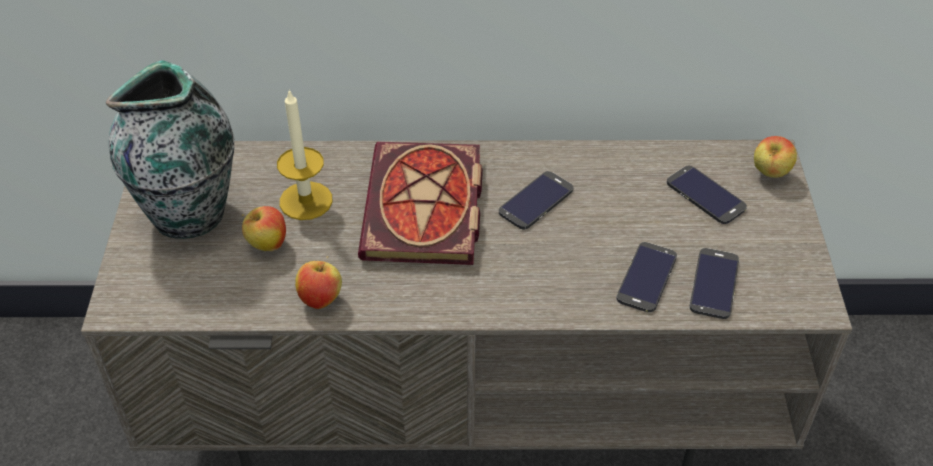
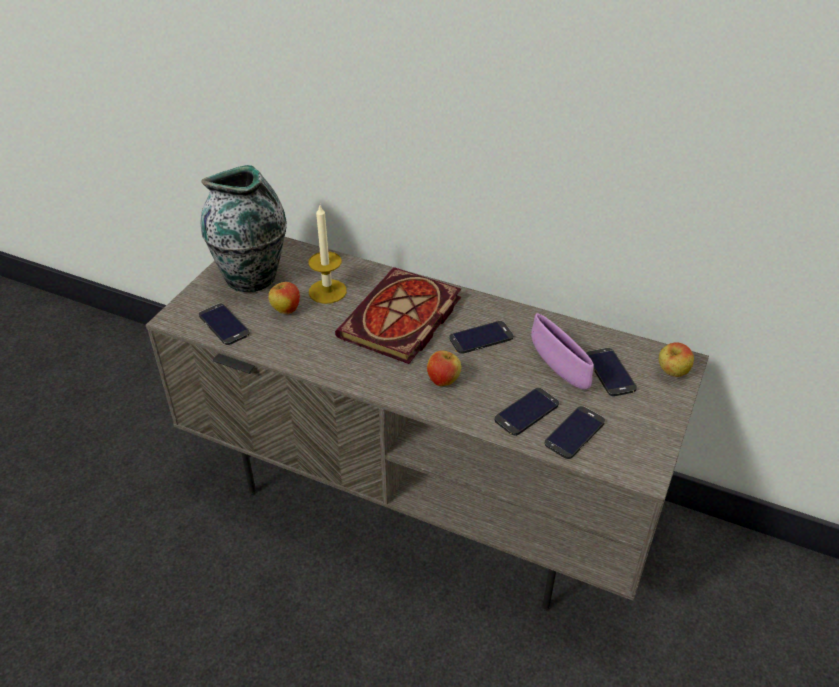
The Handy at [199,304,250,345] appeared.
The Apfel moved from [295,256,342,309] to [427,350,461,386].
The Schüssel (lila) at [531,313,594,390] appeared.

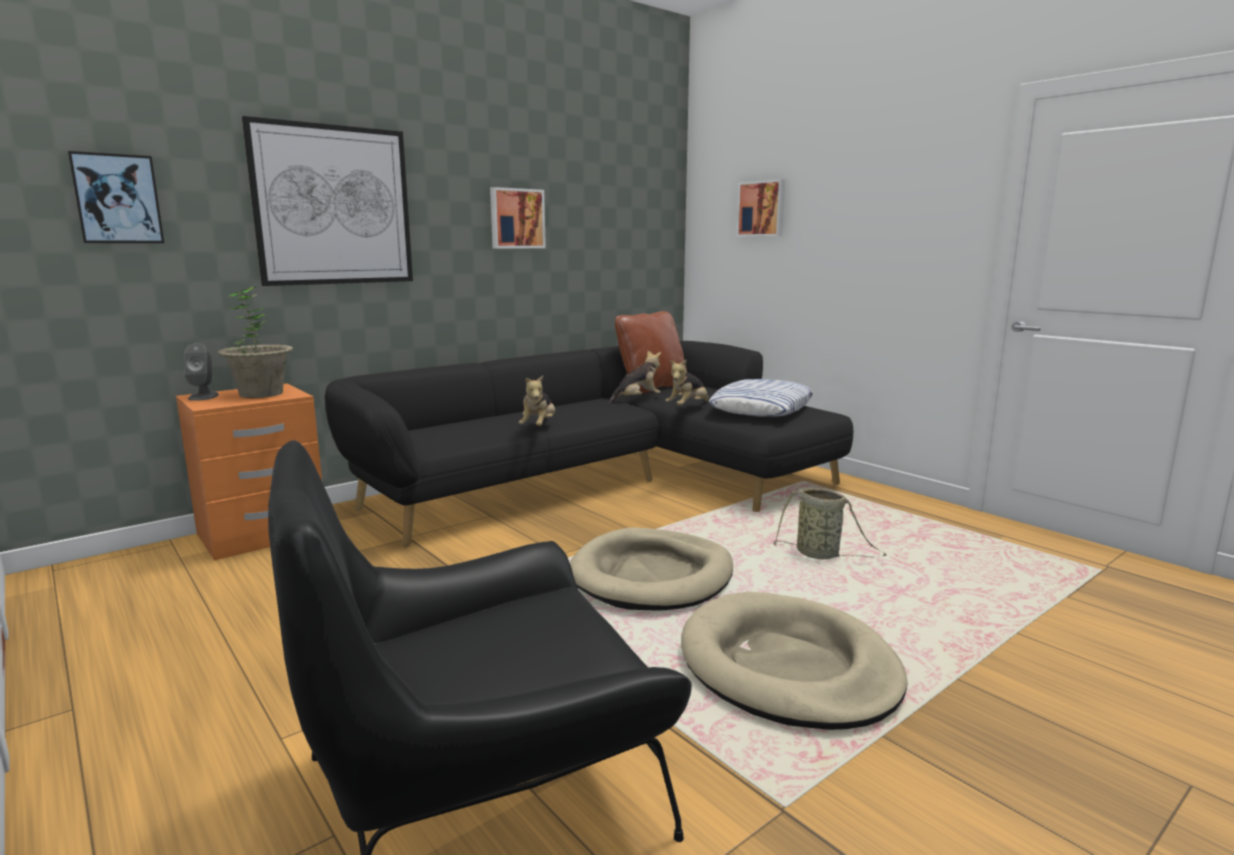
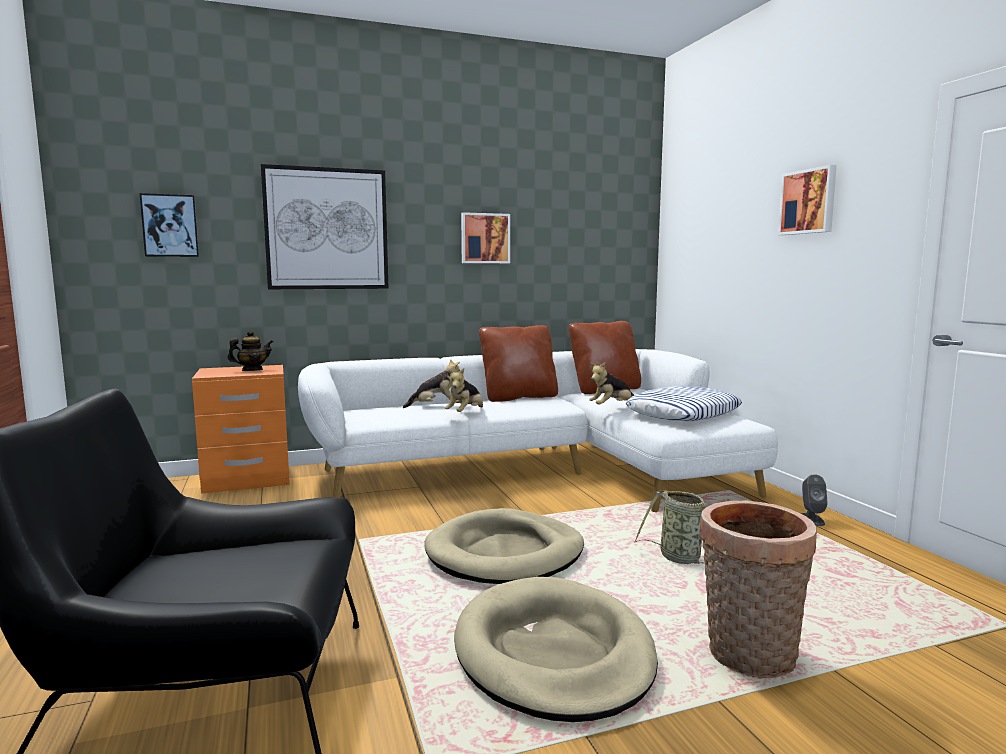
The Topfpflanze at [218,287,293,398] was replaced by the Teekanne at [228,330,273,371].
The Sofa (schwarz) at [325,341,853,547] became the Sofa (weiß) at [298,349,778,512].
The Plüschtier moved from [609,350,661,404] to [403,359,460,408].
The Kissen (braun) at [479,325,558,402] appeared.
The Korb at [700,500,817,678] appeared.
The Bild moved from [736,179,785,237] to [778,165,837,235].
The Lautsprecher (grau) moved from [184,343,219,401] to [800,474,828,526].

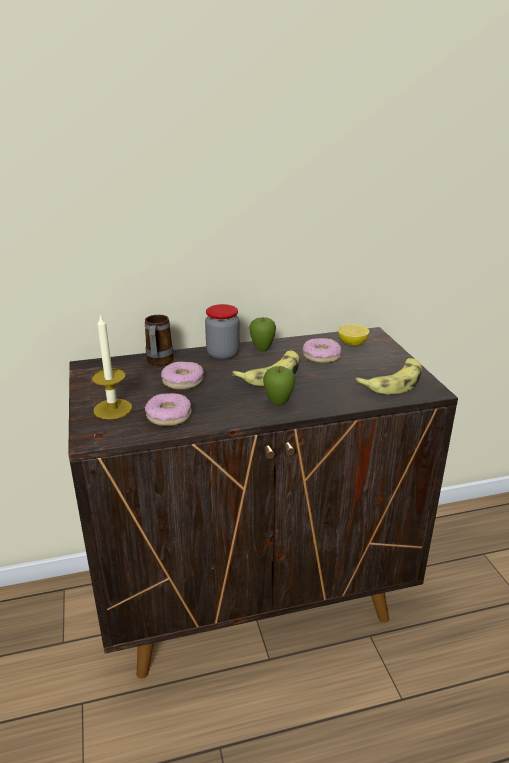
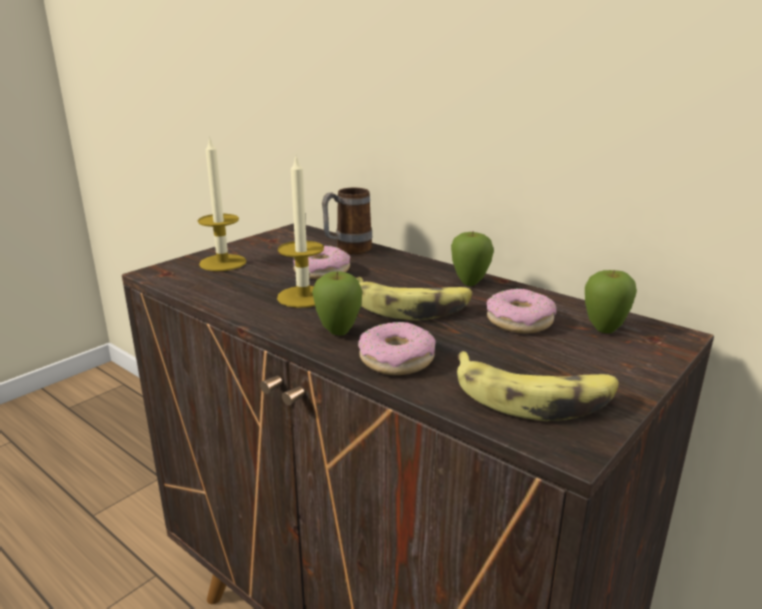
The Kerze at [277,157,324,308] appeared.
The Donut moved from [145,393,192,426] to [358,322,436,375].
The Zitrone at [338,324,369,346] was replaced by the Apfel at [585,270,637,333].
The Vorratsglas at [205,304,240,360] disappeared.

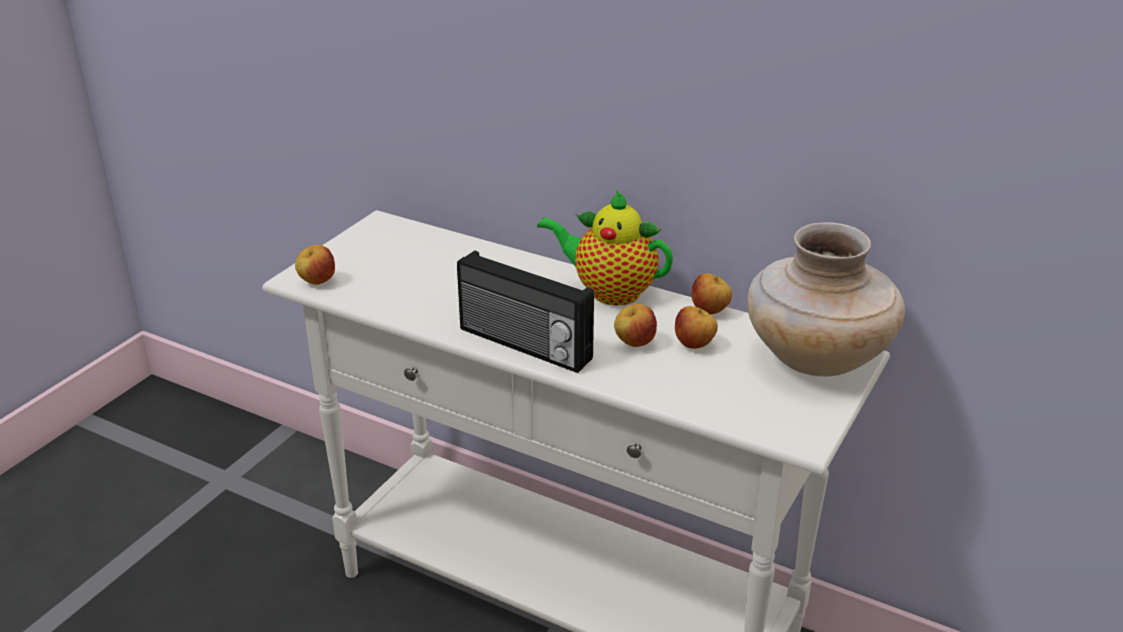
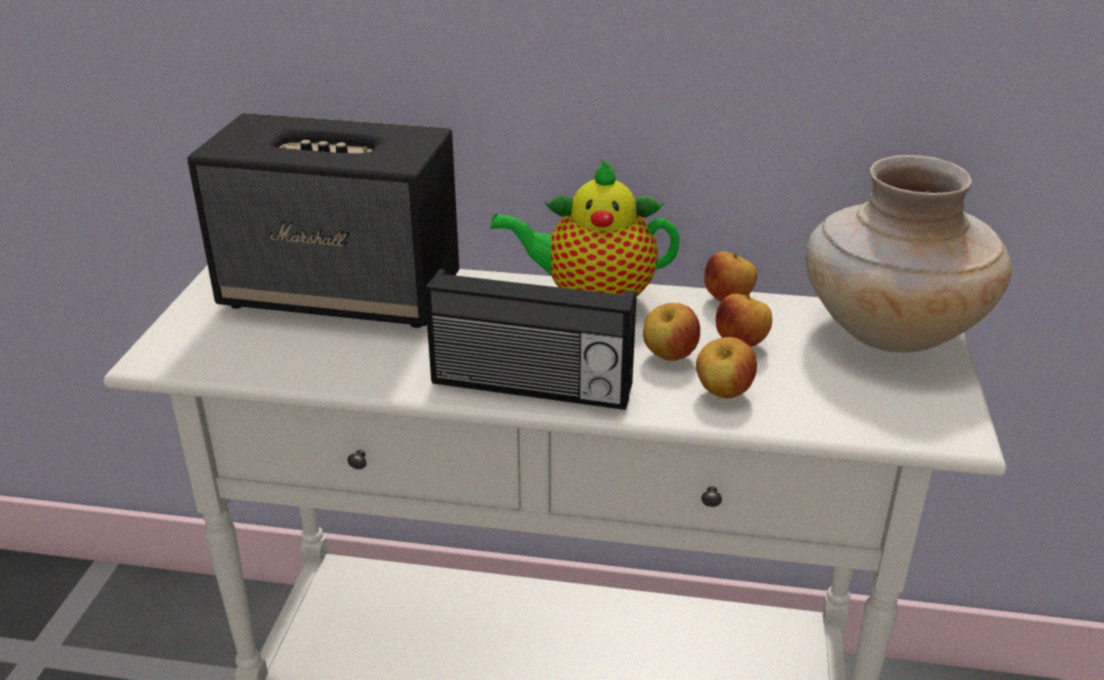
The Lautsprecher at [187,113,459,328] appeared.
The Apfel moved from [295,245,335,285] to [696,337,757,398].

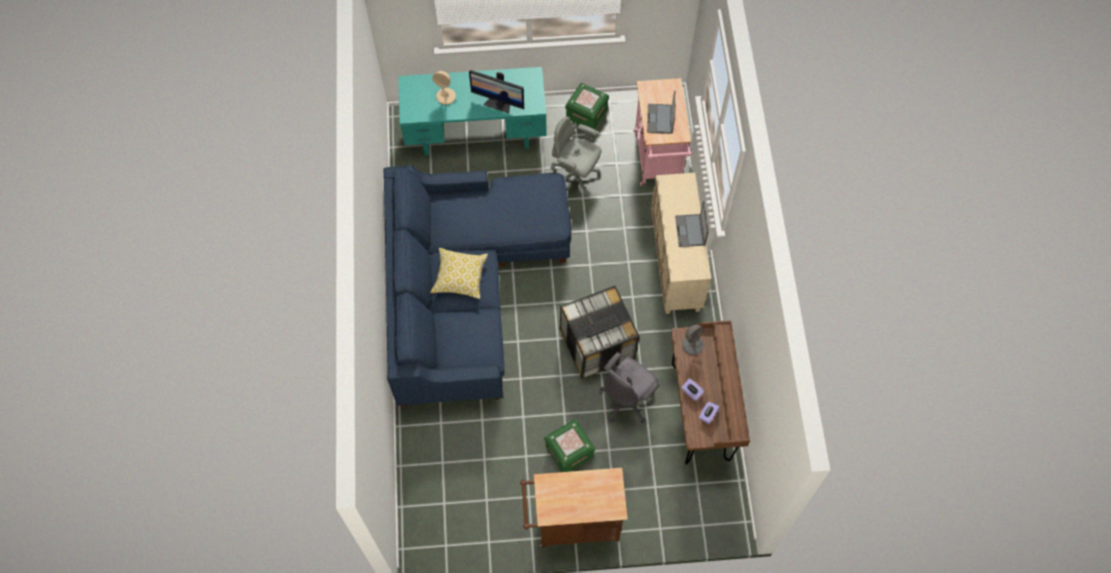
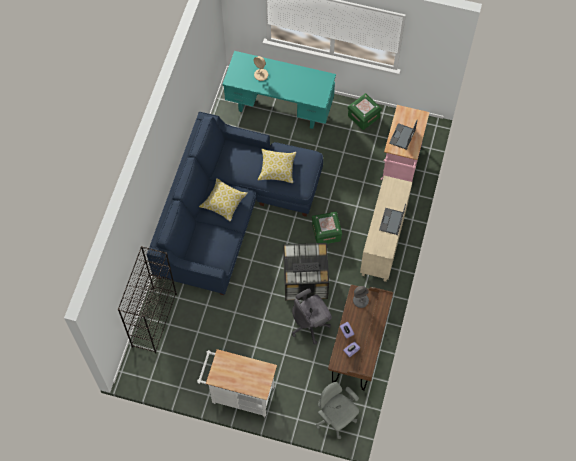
The Bücherregal (schwarz) at [118,246,177,354] appeared.
The Rollwagen (braun) at [520,468,628,548] became the Rollwagen (weiß) at [197,349,277,417].
The Kissen at [258,149,296,183] appeared.
The Aufbewahrungsbox (grün) moved from [544,419,595,472] to [312,212,342,244].
The Bürostuhl (grau) moved from [550,117,602,196] to [316,382,359,439].
The Monitor at [469,70,524,113] disappeared.

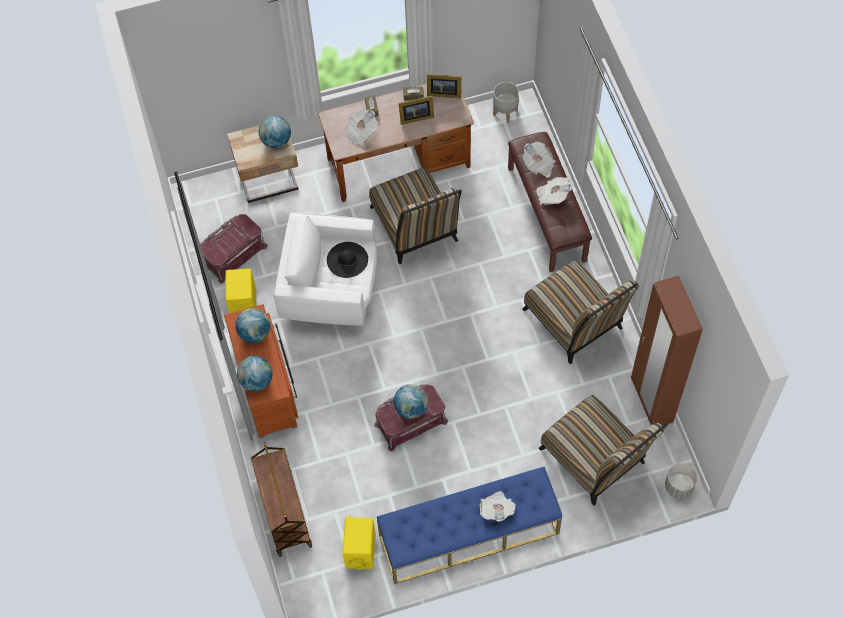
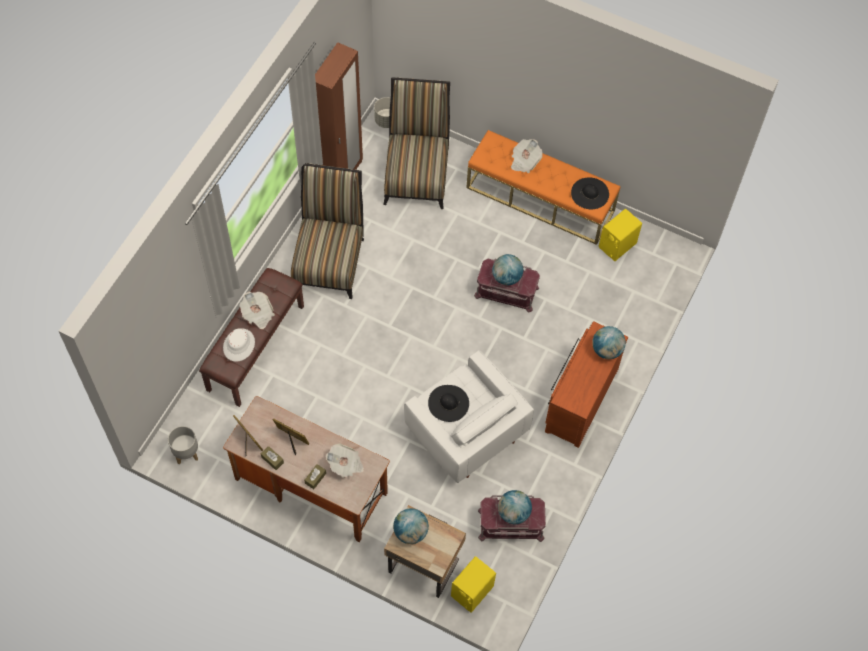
The Zeitung at [523,142,555,177] was replaced by the Hut (weiß) at [223,328,255,362].
The Lautsprecher (gelb) moved from [225,268,256,314] to [451,556,496,613].
The Bank (blau) at [377,467,562,584] became the Bank (orange) at [467,130,620,245].
The Globus moved from [235,308,270,343] to [498,490,532,524].
The Hut (schwarz) at [571,178,609,209] appeared.
The Rollwagen (braun) at [251,443,312,557] disappeared.
The Stuhl at [369,168,462,264] disappeared.

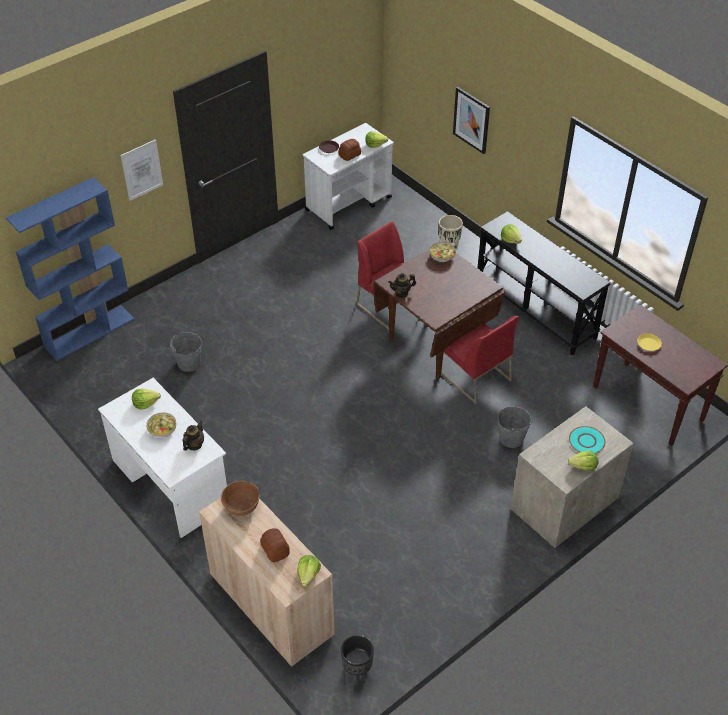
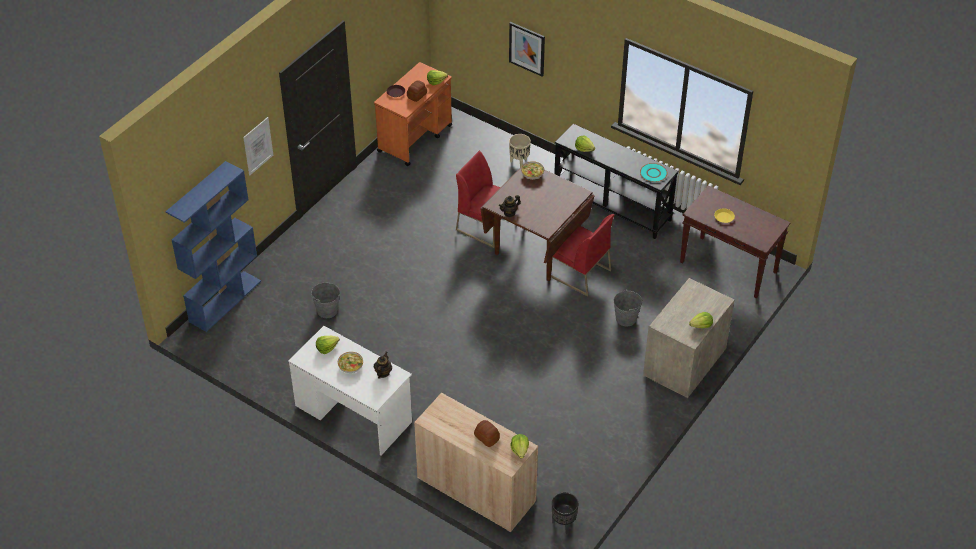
The Rollwagen (weiß) at [303,123,394,230] became the Rollwagen (orange) at [374,62,452,166].
The Teller (türkis) moved from [569,426,606,454] to [640,163,668,182].
The Schüssel (braun) at [221,481,260,516] disappeared.

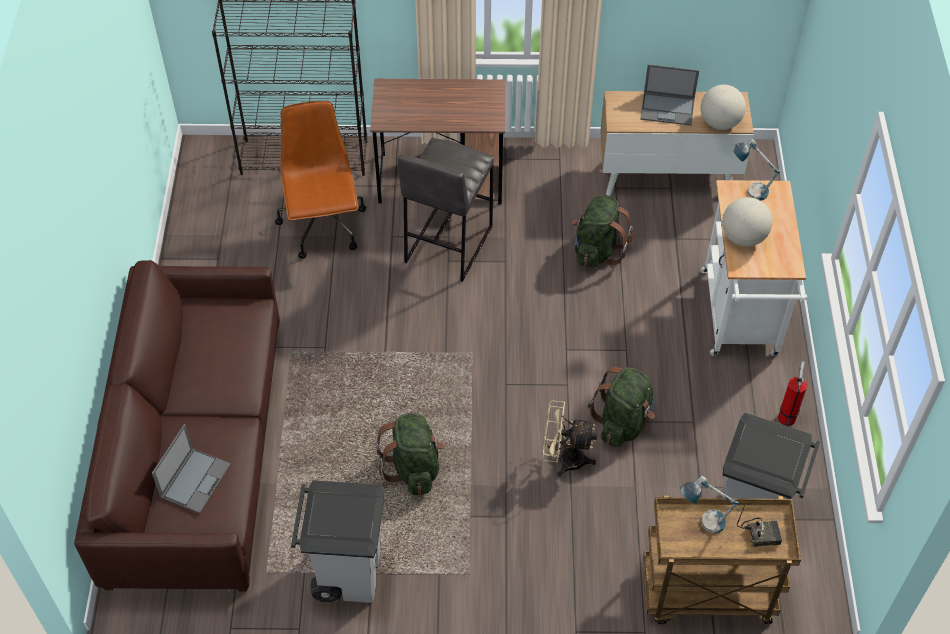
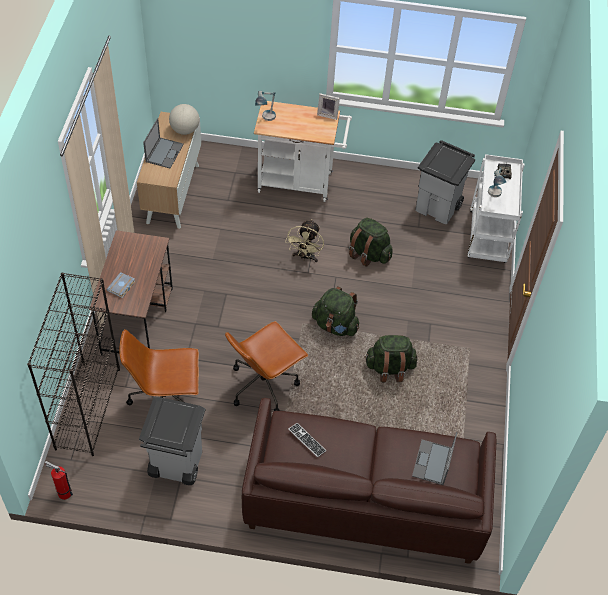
The Feuerlöscher moved from [778,361,807,426] to [45,461,73,500].
The Buch (grau) at [106,272,135,298] appeared.
The Mülleimer (grau) moved from [291,480,384,603] to [139,397,206,485].
The Bürostuhl (braun) at [225,321,308,411] appeared.
The Ventilator (beige) moved from [543,400,598,477] to [285,219,324,262].
The Tastatur at [288,423,326,457] appeared.
The Rucksack (grün) moved from [572,195,633,268] to [312,286,359,336].
The Bilderrahmen at [317,93,340,120] appeared.
The Laptop at [152,424,231,513] turned 105 degrees counterclockwise.
The Rollwagen (braun) at [643,495,801,624] became the Rollwagen (weiß) at [467,154,525,263].
The Hocker (grau) at [398,138,494,282] disappeared.
The Globus at [722,197,772,247] disappeared.

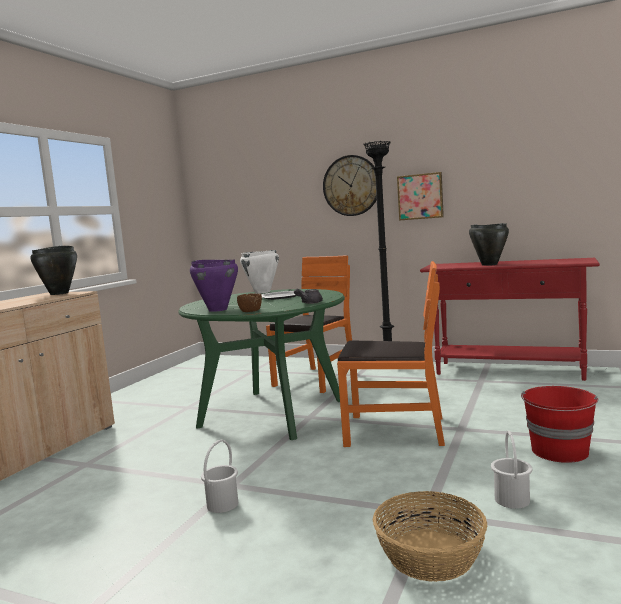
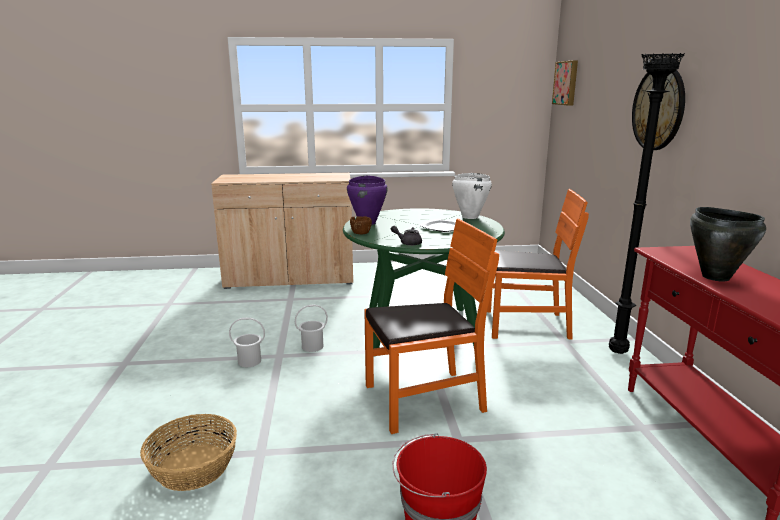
The Eimer (weiß) moved from [491,431,532,509] to [295,305,328,352].
The Stuhl (orange) at [337,261,445,447] turned 90 degrees counterclockwise.
The Bild moved from [397,172,444,220] to [552,60,578,106].
The Kochtopf (schwarz) at [31,246,77,295] disappeared.

